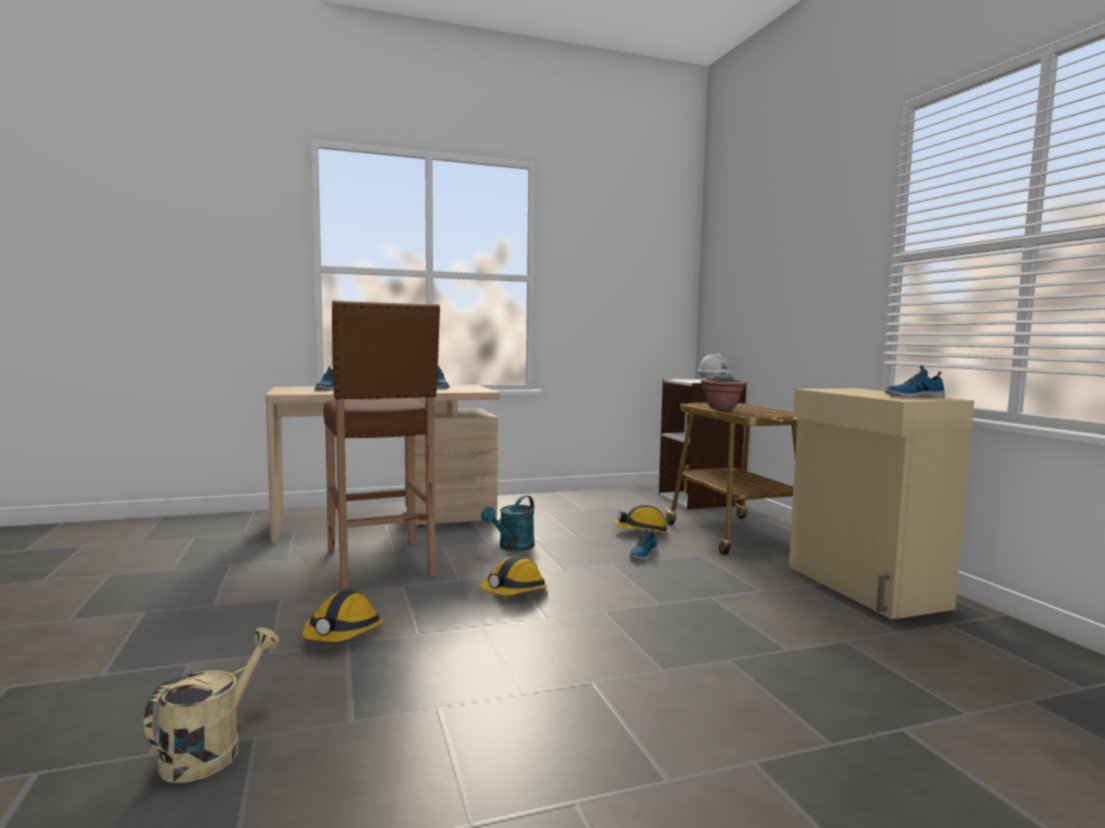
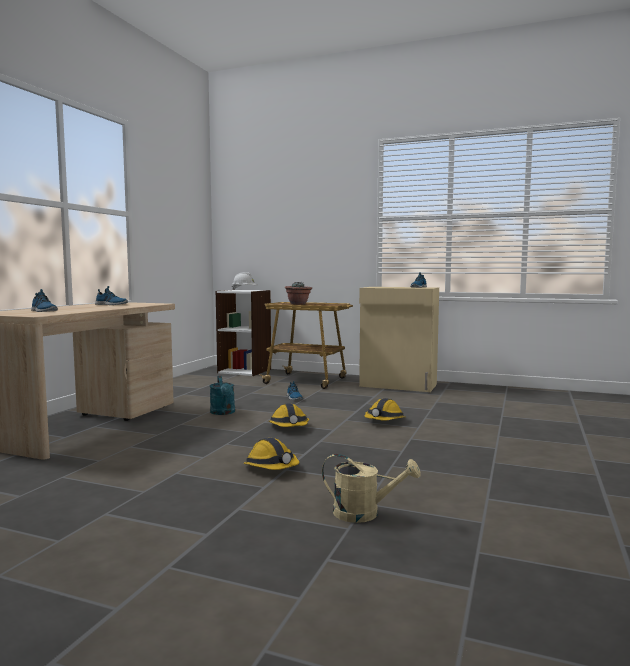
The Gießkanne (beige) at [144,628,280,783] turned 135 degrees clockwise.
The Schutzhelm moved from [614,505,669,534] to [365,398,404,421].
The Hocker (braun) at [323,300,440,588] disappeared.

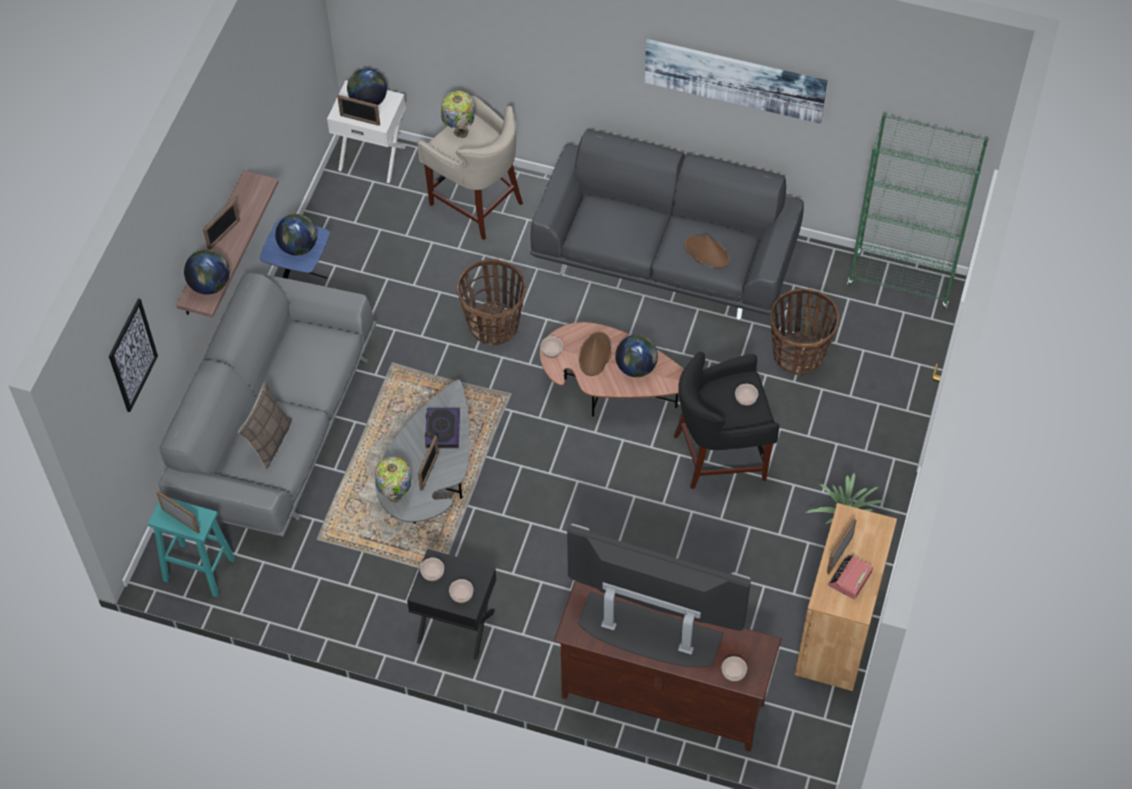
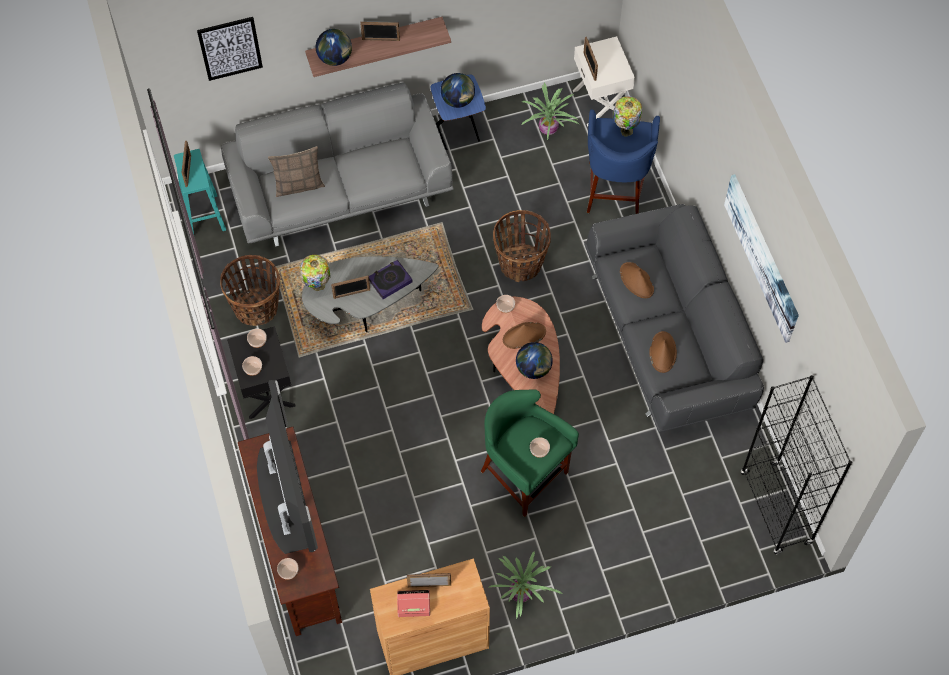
The Korb moved from [770,289,839,376] to [220,255,280,326].
The Hocker (schwarz) at [673,352,780,489] became the Hocker (grün) at [481,390,579,517].
The Topfpflanze at [521,83,579,140] appeared.
The Hocker (beige) at [417,96,523,240] became the Hocker (blau) at [587,109,660,214].
The Hut (braun) at [620,262,654,298] appeared.
The Bücherregal (grün) at [847,113,989,309] became the Bücherregal (schwarz) at [741,375,852,555].
The Globus at [347,68,387,105] disappeared.

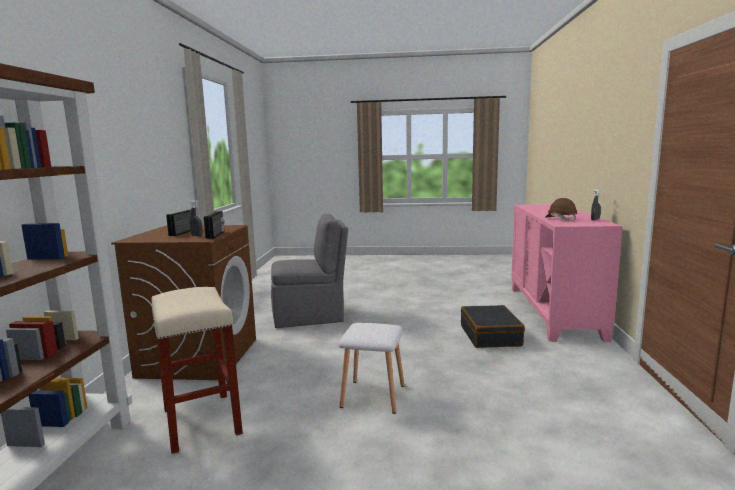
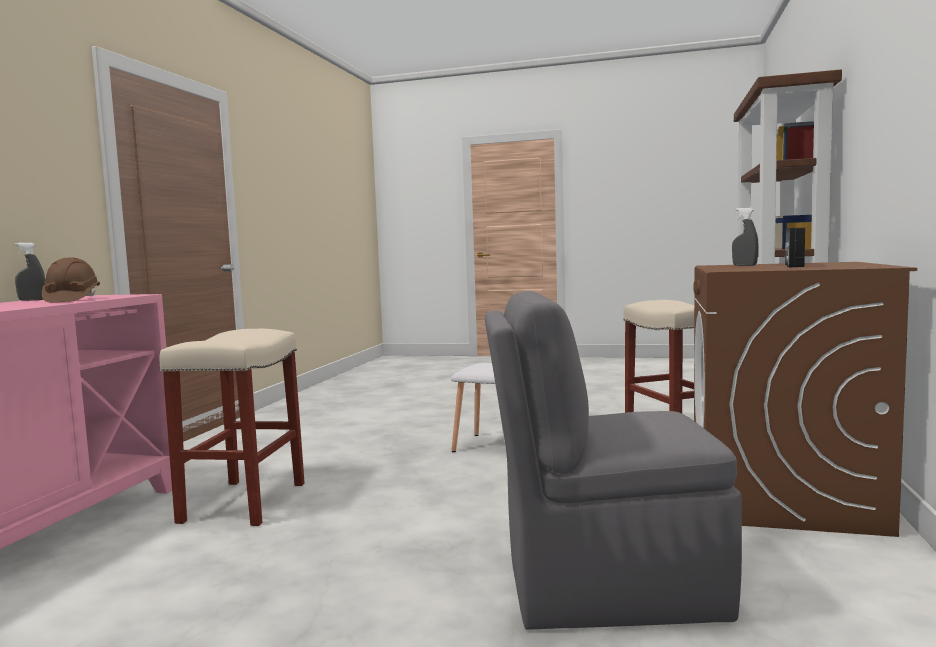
The Koffer (schwarz) at [461,305,525,348] was replaced by the Hocker (beige) at [159,329,305,526].
The Radio at [204,211,224,239] disappeared.

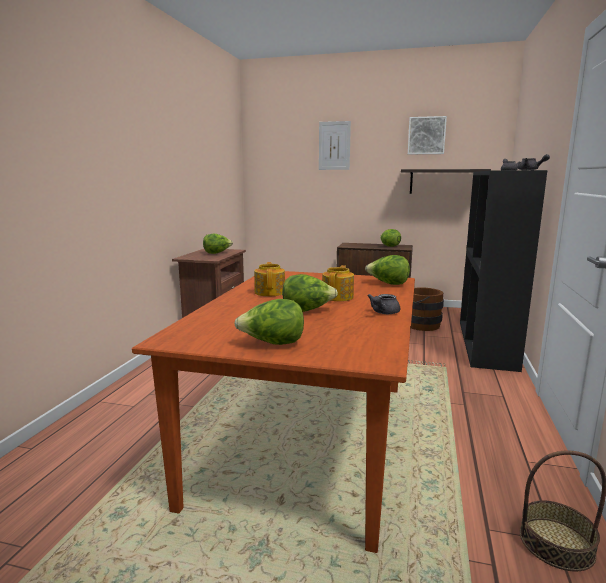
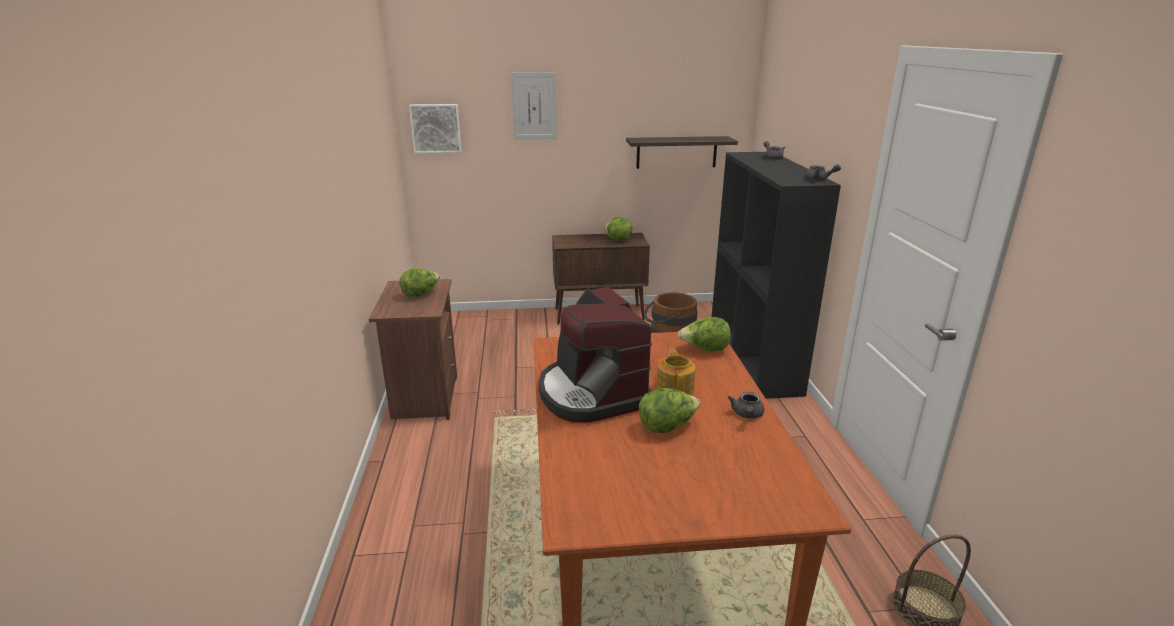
The Bild moved from [408,116,447,154] to [409,104,462,153].
The Teekanne at [254,262,285,296] was replaced by the Kaffeemaschine at [538,287,652,423].
The Salatkopf at [234,299,304,345] disappeared.

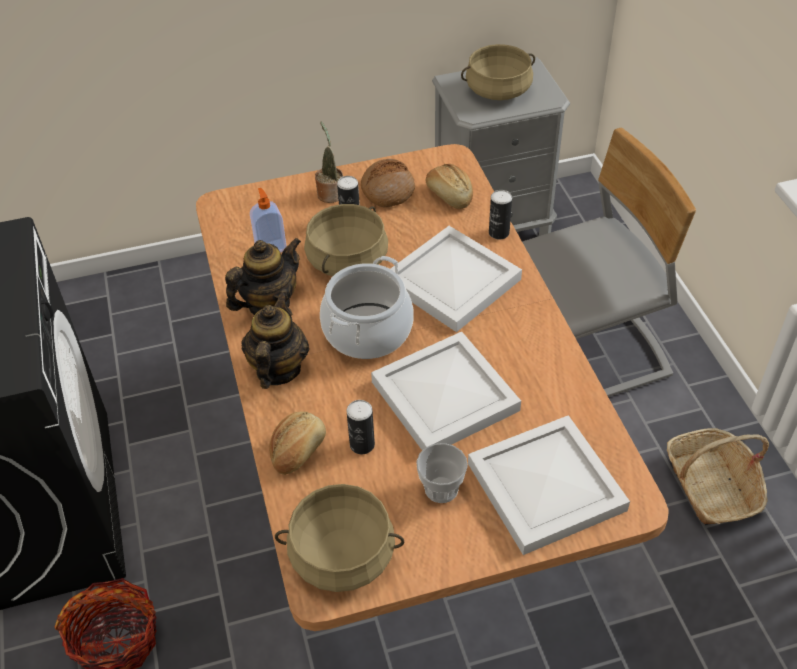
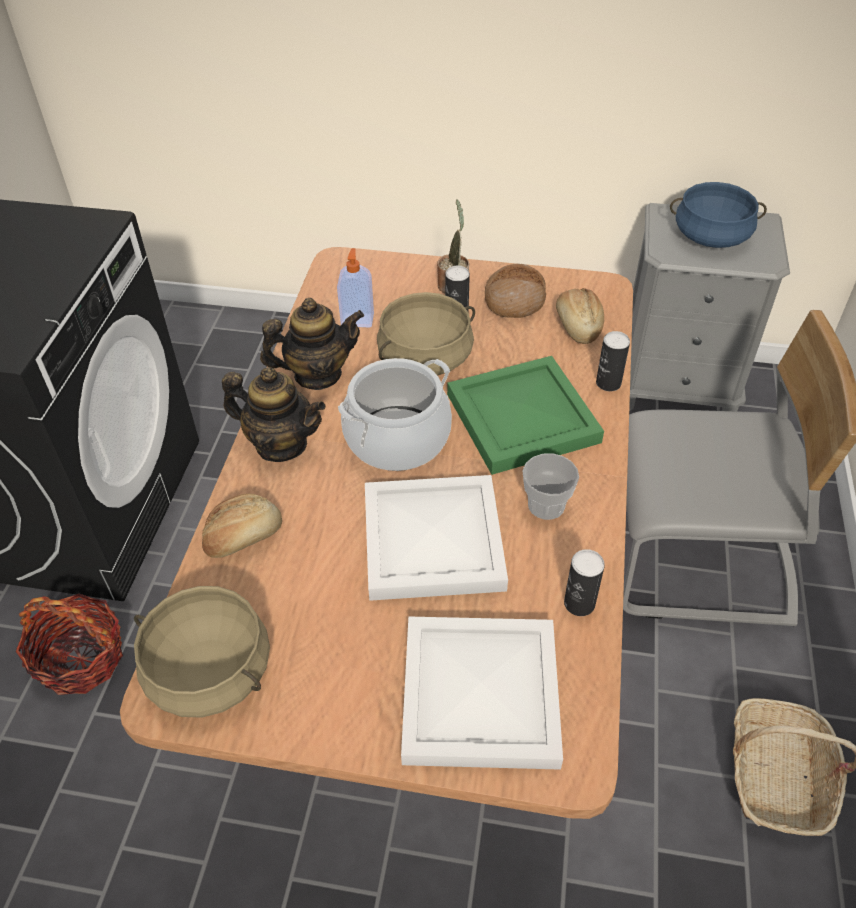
The Teekanne at [241,291,309,389] turned 75 degrees clockwise.
The Tablett (weiß) at [390,226,522,332] became the Tablett (grün) at [447,356,604,475].
The Tasse moved from [416,443,468,503] to [522,453,579,520].
The Dose moved from [347,400,375,454] to [564,549,605,616].
The Kochtopf (beige) at [461,44,535,100] became the Kochtopf (blau) at [670,182,767,248].

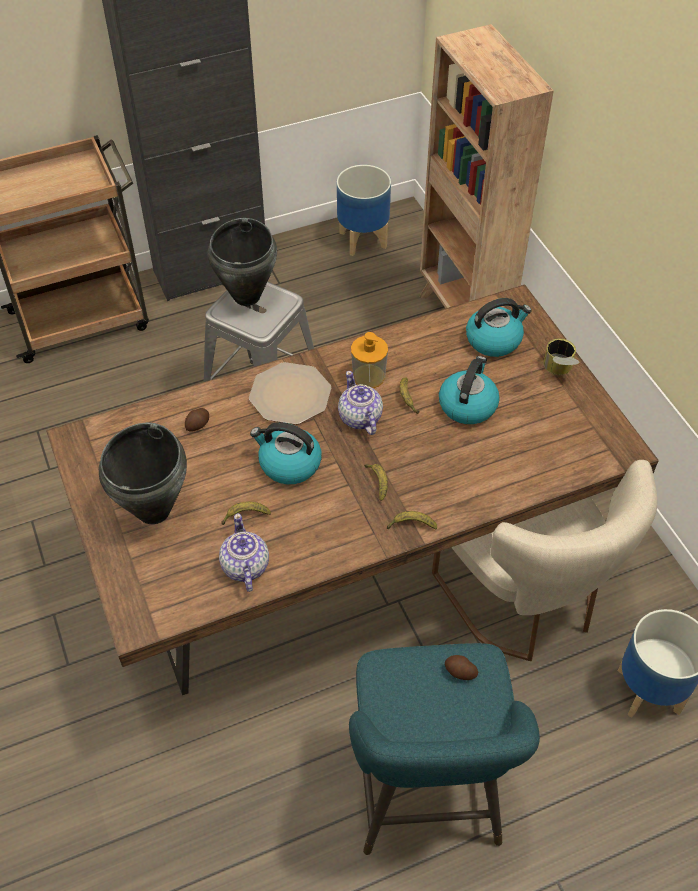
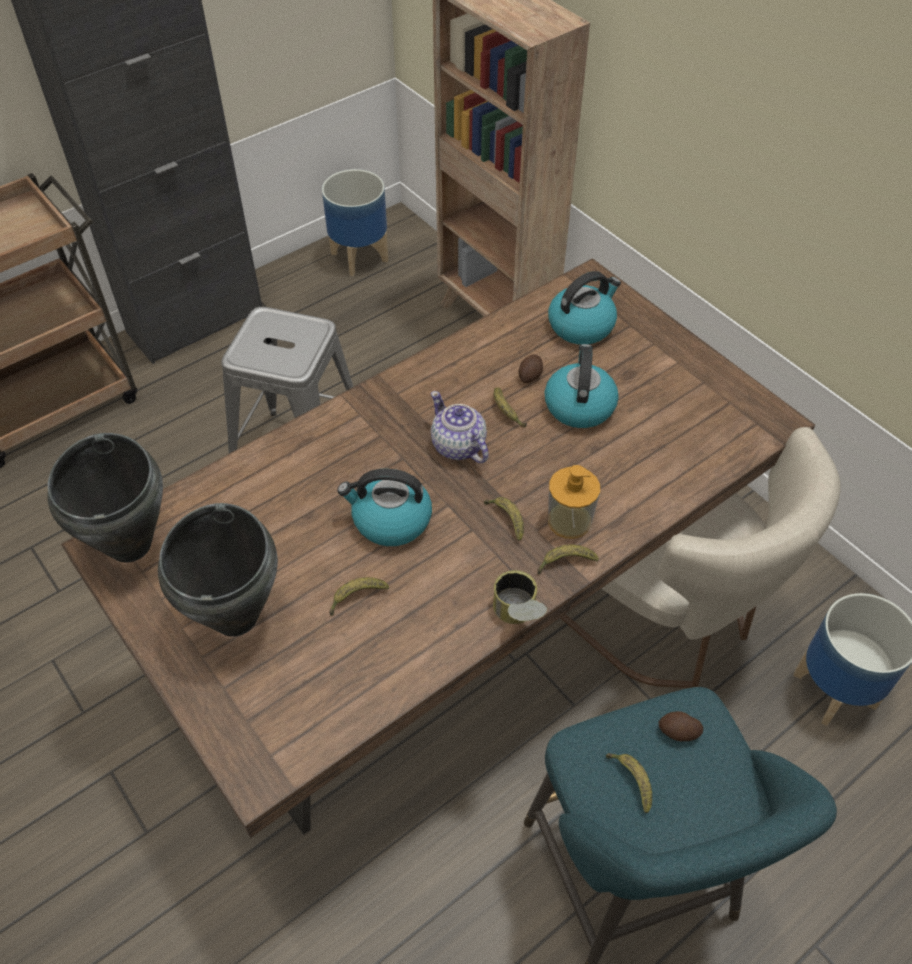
The Kochtopf (schwarz) moved from [208,218,277,306] to [47,433,163,563].
The Dose moved from [543,338,580,375] to [493,570,547,624].
The Kartoffel moved from [185,408,209,432] to [519,354,543,383].
The Seifenspender moved from [351,332,388,389] to [548,465,600,539].
The Banane at [606,753,652,813] appeared.
The Teekanne at [219,513,269,592] disappeared.
The Teller at [249,362,331,425] disappeared.

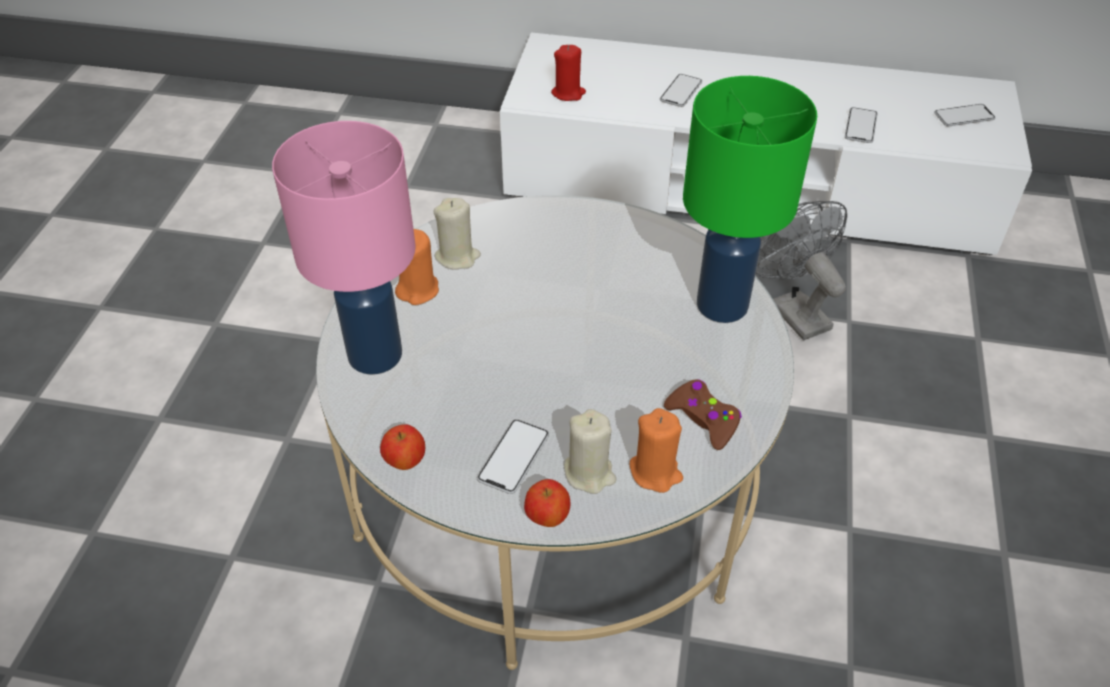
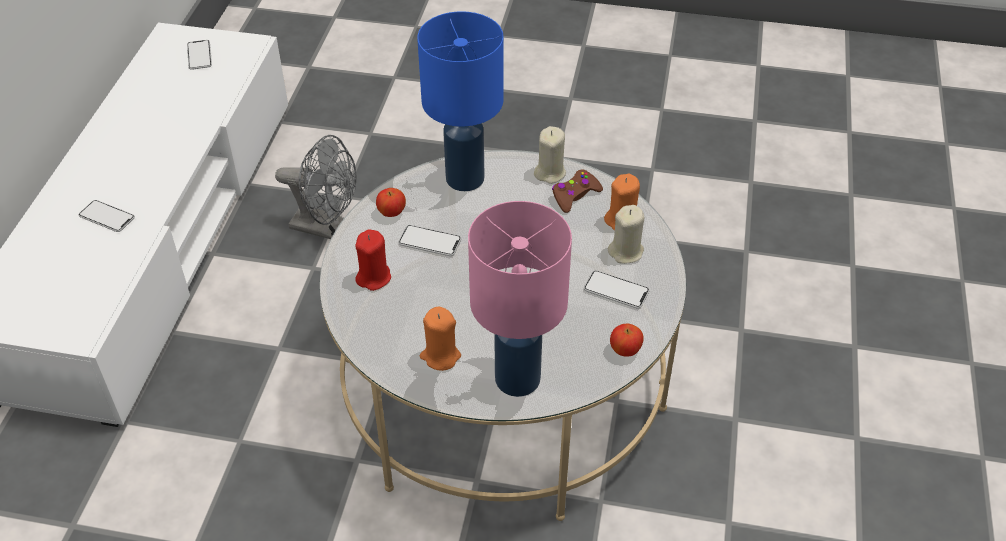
The Ventilator (grau) at [756,201,847,340] turned 135 degrees counterclockwise.
The Kerze (rot) moved from [551,45,586,101] to [355,229,391,291].
The Apfel moved from [524,479,570,527] to [376,188,406,217].
The Handy moved from [845,107,877,143] to [398,225,461,256].
The Tischlampe (grün) at [683,76,817,323] became the Tischlampe (blau) at [417,11,504,191].
The Kerze (beige) moved from [433,198,481,269] to [534,126,566,184].

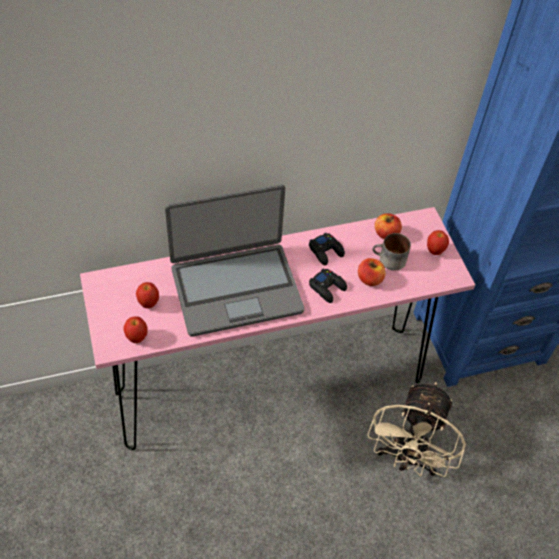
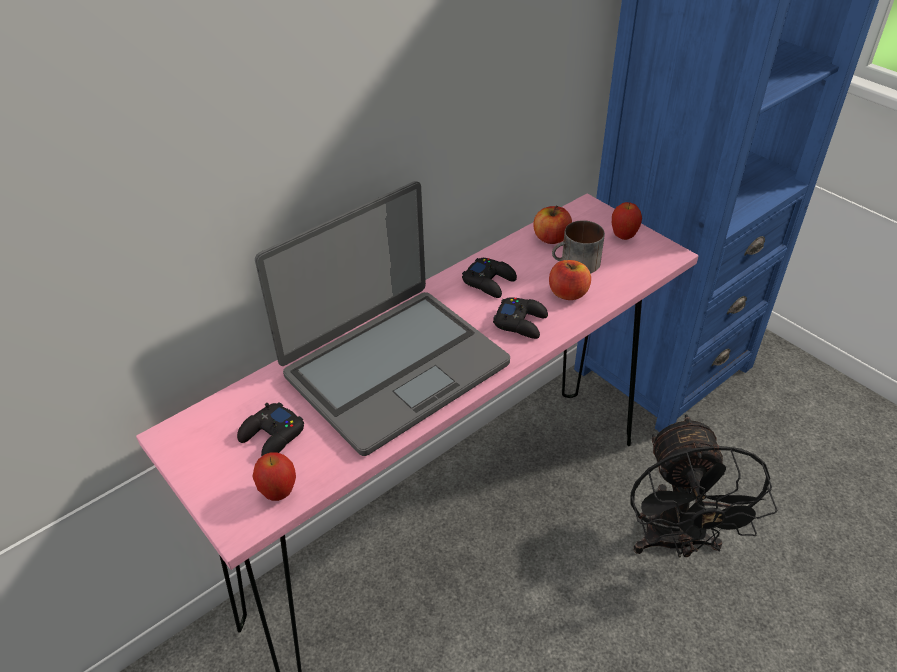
The Apfel at [136,282,159,308] was replaced by the Gamepad (schwarz) at [237,402,304,457].
The Ventilator (beige) at [368,382,466,477] became the Ventilator (schwarz) at [630,415,778,558].

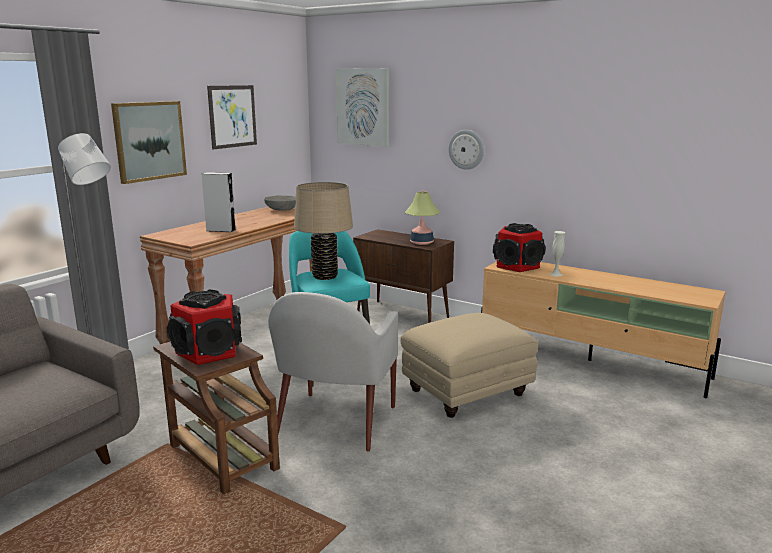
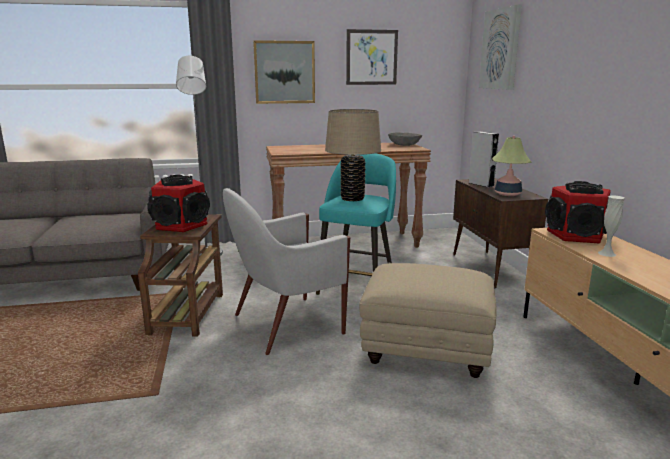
The Lautsprecher (grau) moved from [202,172,236,232] to [469,131,499,187].
The Wanduhr at [448,130,484,170] disappeared.

